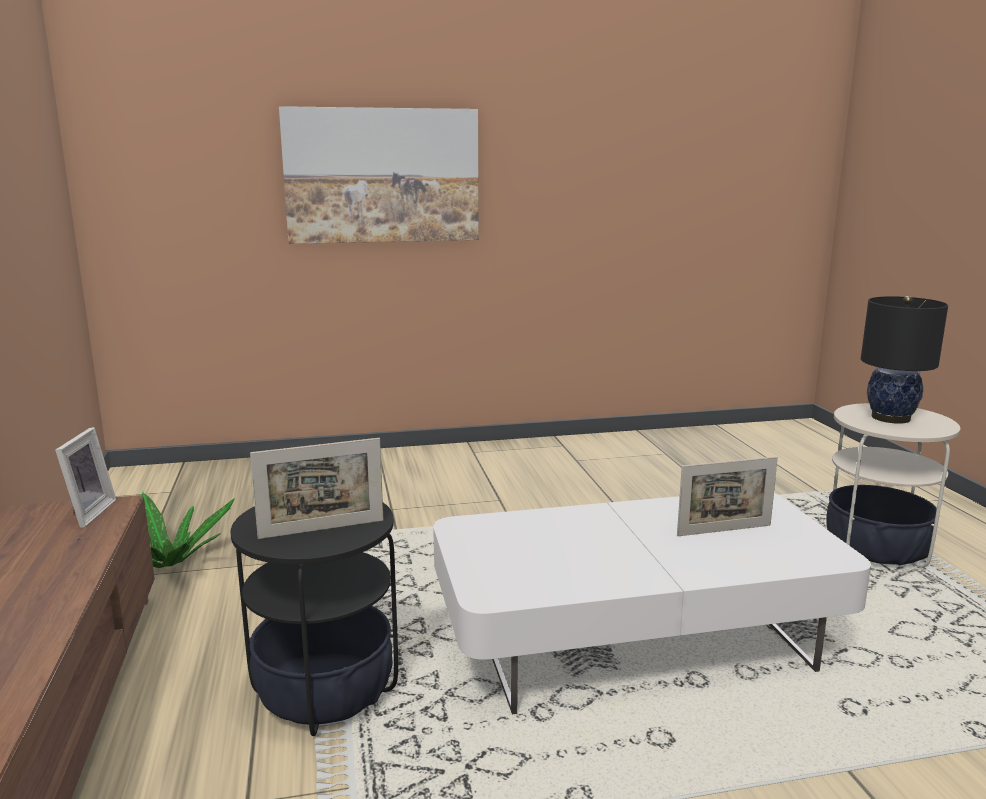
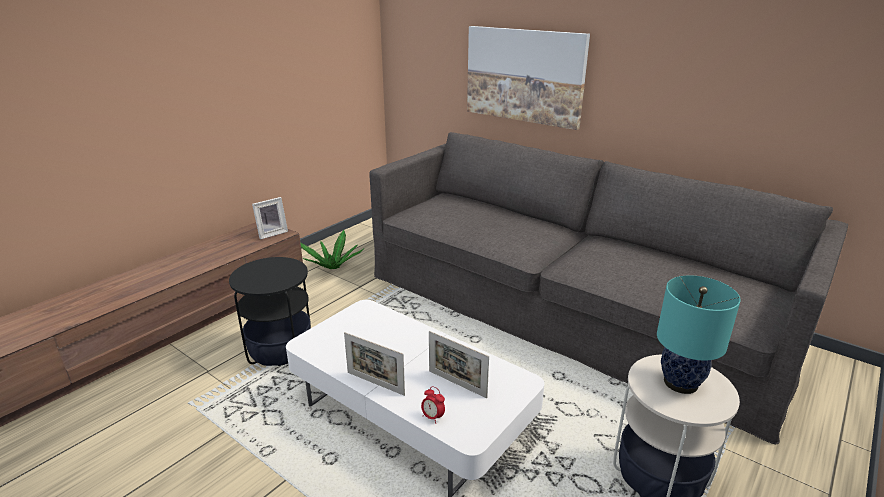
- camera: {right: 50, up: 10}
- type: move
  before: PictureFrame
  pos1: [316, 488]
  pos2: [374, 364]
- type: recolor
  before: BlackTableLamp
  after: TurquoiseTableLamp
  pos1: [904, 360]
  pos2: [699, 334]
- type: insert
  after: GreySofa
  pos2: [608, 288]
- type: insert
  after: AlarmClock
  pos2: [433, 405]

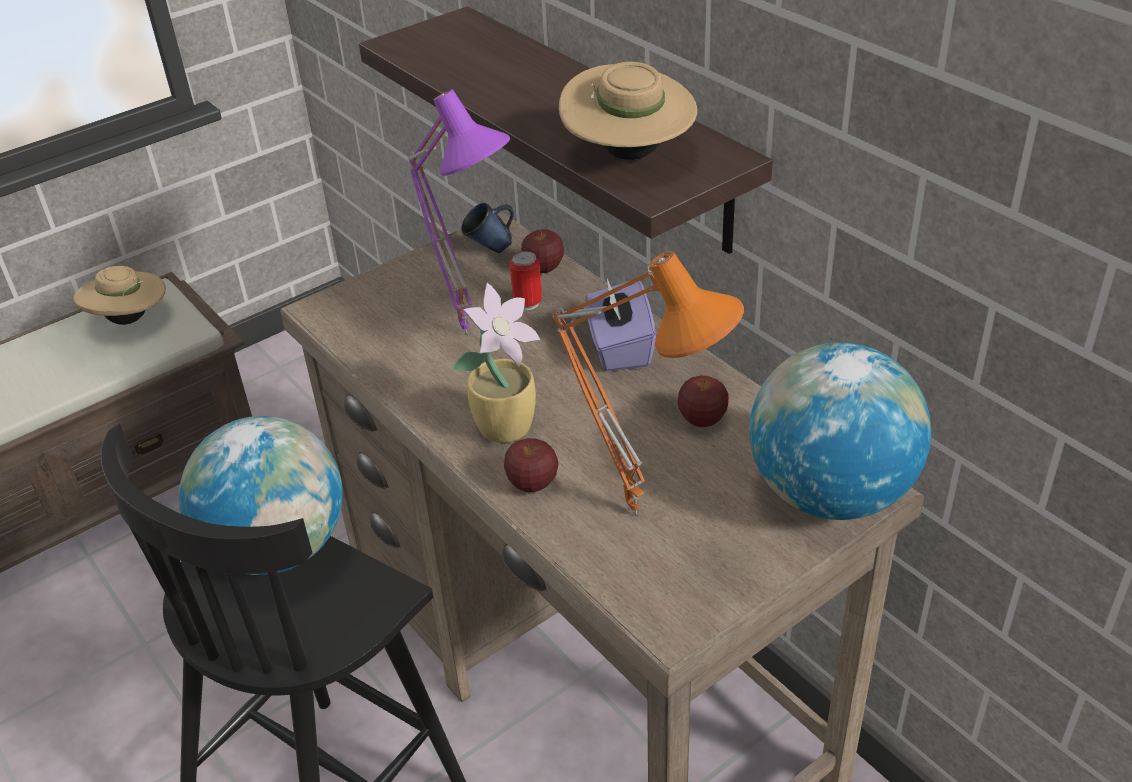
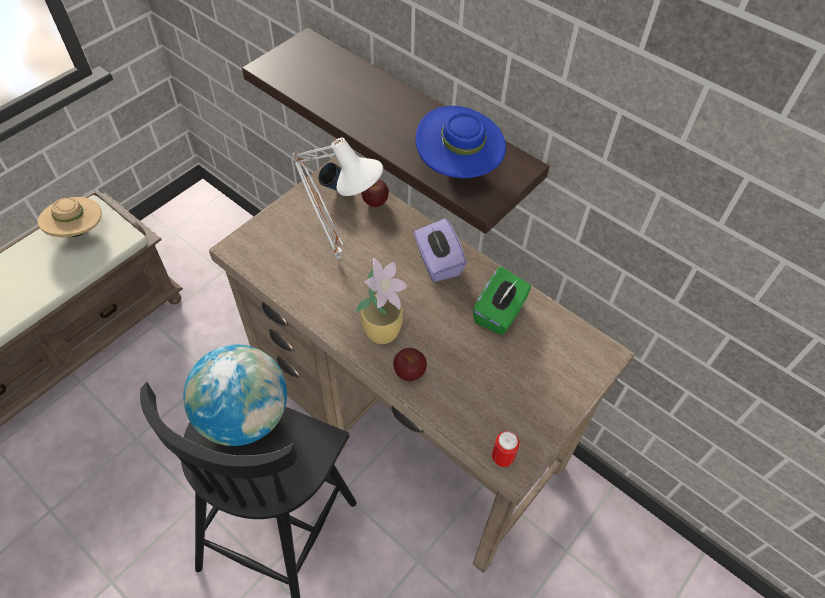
- camera: {right: -15, up: 15}
- type: recolor
  before: PurpleTableLamp
  after: WhiteTableLamp
  pos1: [459, 212]
  pos2: [337, 200]
- type: move
  before: Can
  pos1: [526, 280]
  pos2: [506, 449]
- type: delete
  before: OrangeTableLamp
  pos1: [648, 384]
- type: recolor
  before: BeigeHat
  after: BlueHat
  pos1: [628, 111]
  pos2: [461, 142]
- type: replace
  before: Apple
  after: GreenTissueBox
  pos1: [703, 401]
  pos2: [502, 301]
- type: delete
  before: Globe
  pos1: [840, 431]

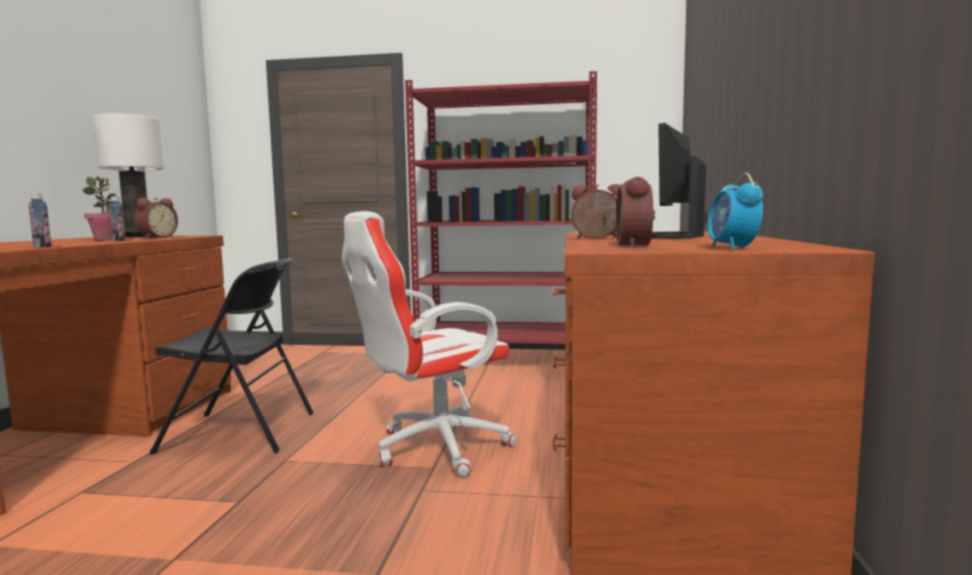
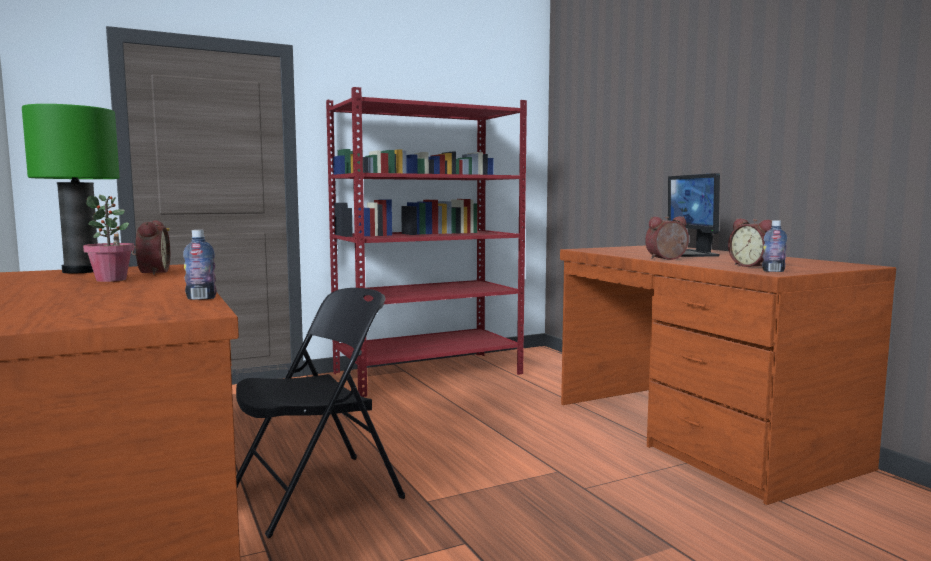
- camera: {right: -35, up: 0}
- type: recolor
  before: WhiteTableLamp
  after: GreenTableLamp
  pos1: [128, 175]
  pos2: [71, 188]
- type: move
  before: Bottle
  pos1: [117, 218]
  pos2: [774, 246]
- type: delete
  before: WhiteOfficeChair
  pos1: [429, 344]
- type: delete
  before: AlarmClock
  pos1: [735, 211]

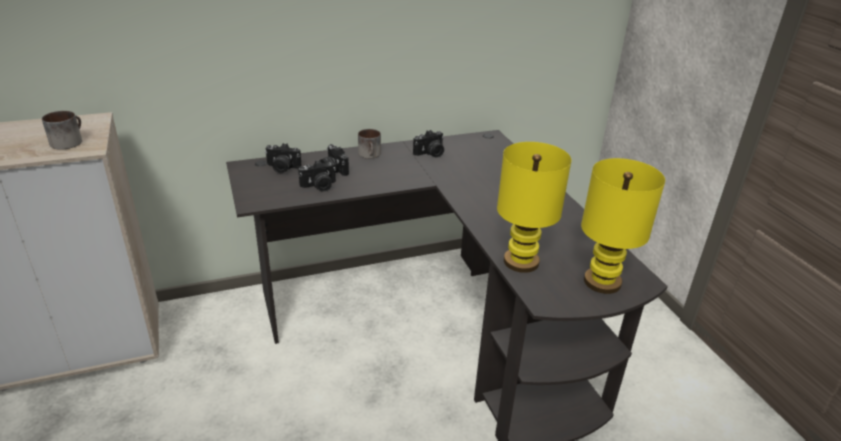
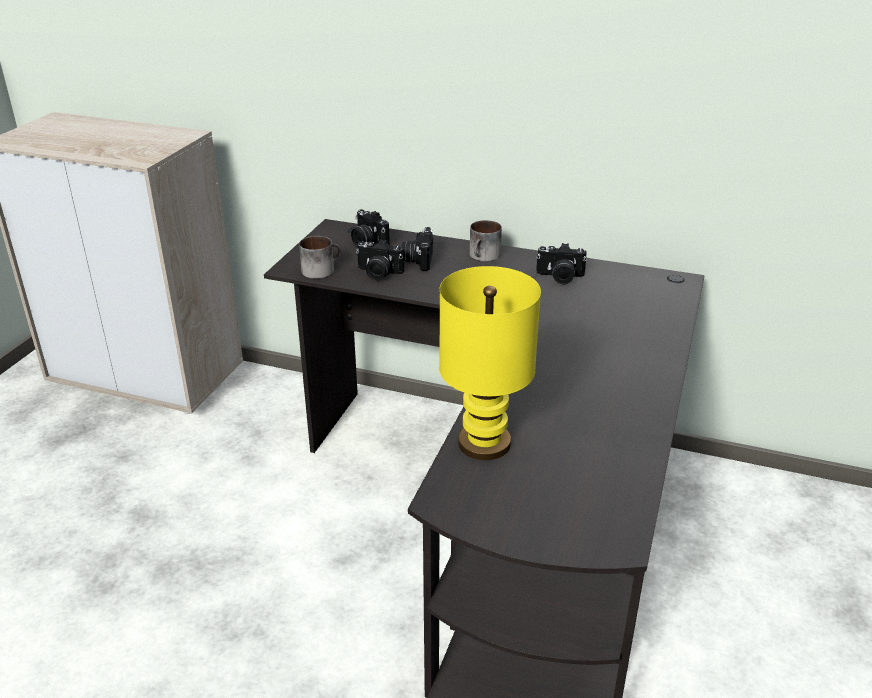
- camera: {right: 40, up: 0}
- type: move
  before: Mug
  pos1: [62, 130]
  pos2: [320, 257]
- type: delete
  before: YellowTableLamp
  pos1: [623, 226]

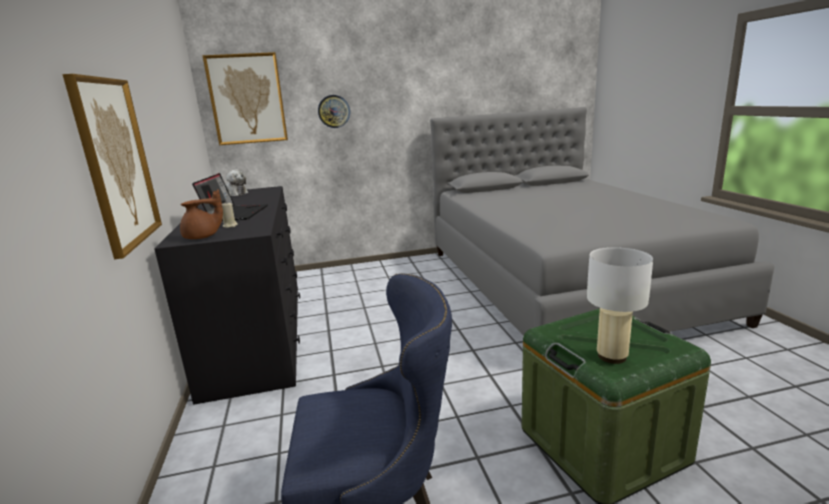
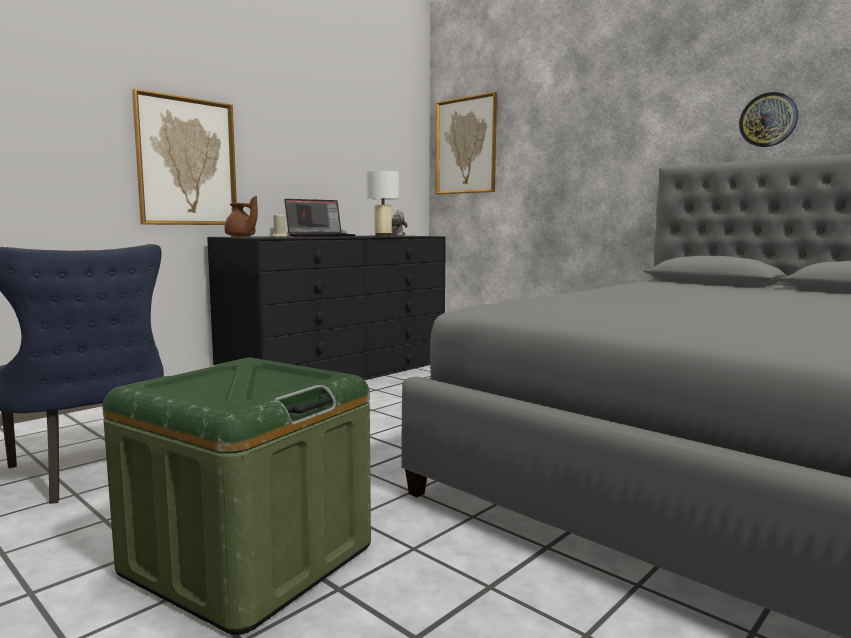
- camera: {right: 55, up: -10}
- type: move
  before: WallClock
  pos1: [334, 111]
  pos2: [768, 119]
- type: move
  before: WhiteTableLamp
  pos1: [620, 305]
  pos2: [383, 204]

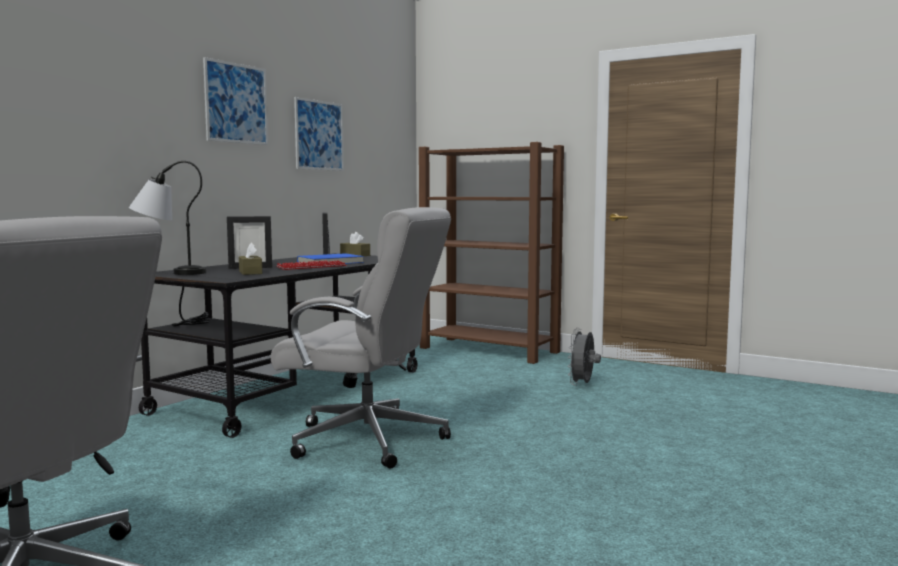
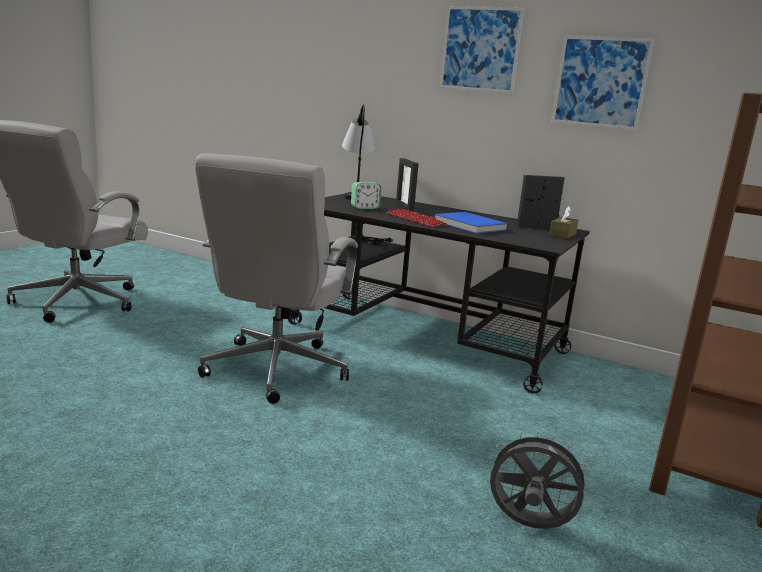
- camera: {right: 85, up: 10}
- type: replace
  before: BrownTissueBox
  after: AlarmClock
  pos1: [250, 259]
  pos2: [366, 195]

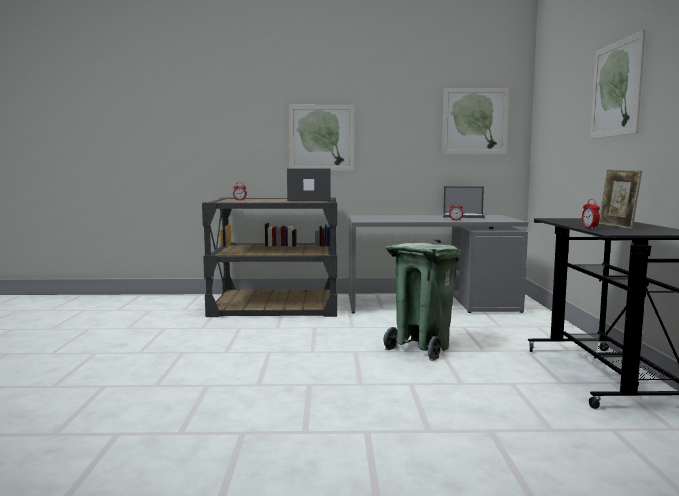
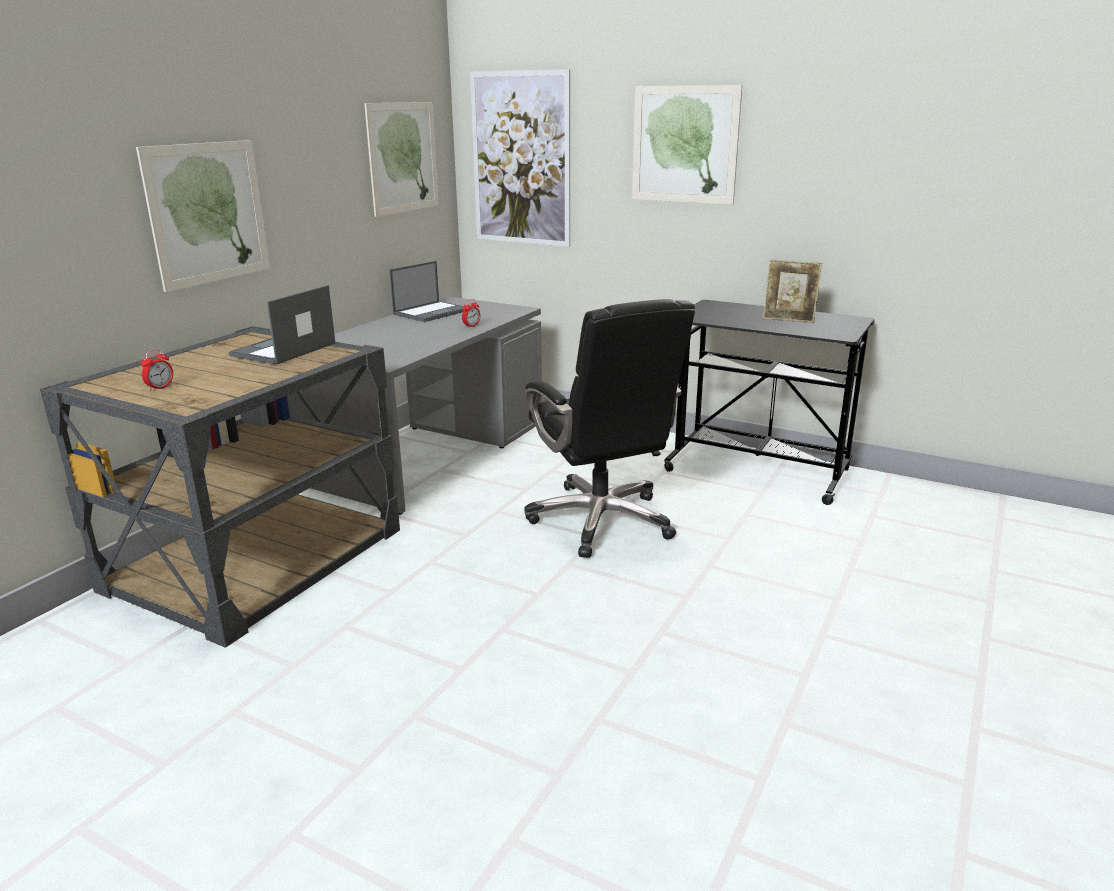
- camera: {right: -60, up: 15}
- type: replace
  before: GreenTrashCan
  after: BlackOfficeChair
  pos1: [421, 300]
  pos2: [609, 428]
- type: delete
  before: AlarmClock
  pos1: [591, 214]
- type: insert
  after: Picture
  pos2: [520, 158]

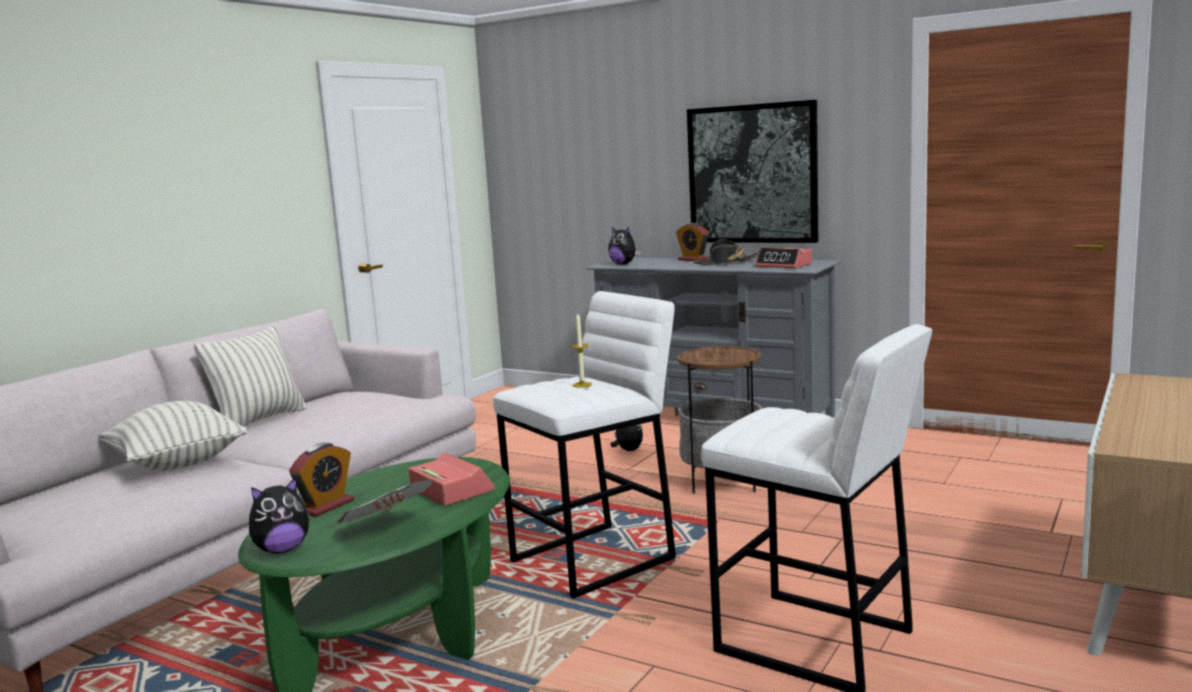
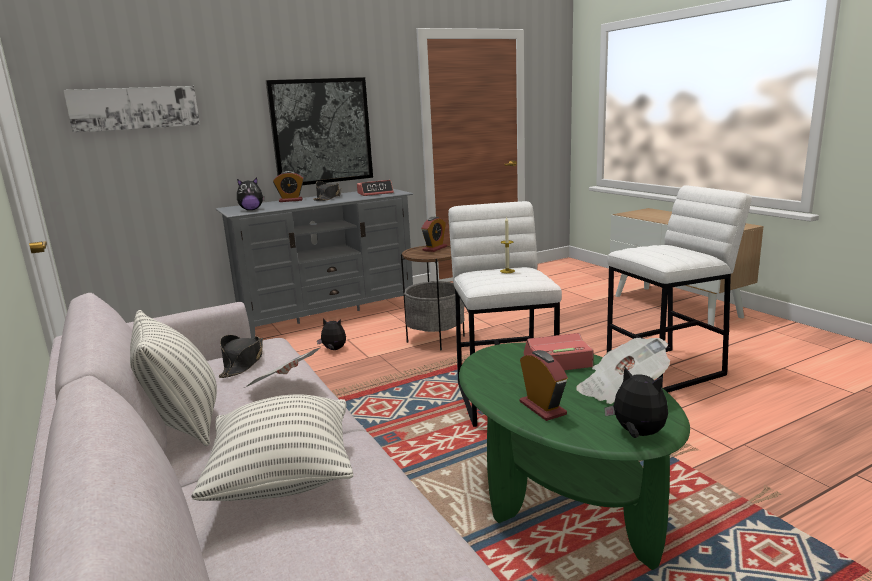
- camera: {right: -60, up: 5}
- type: rotate
  before: PlushToy
  pos1: [279, 515]
  pos2: [636, 402]
  turn: -45
- type: insert
  after: Picture
  pos2: [131, 109]
- type: insert
  after: BlackHat
  pos2: [241, 356]
- type: insert
  after: Newspaper
  pos2: [282, 368]
- type: insert
  after: AlarmClock
  pos2: [434, 234]

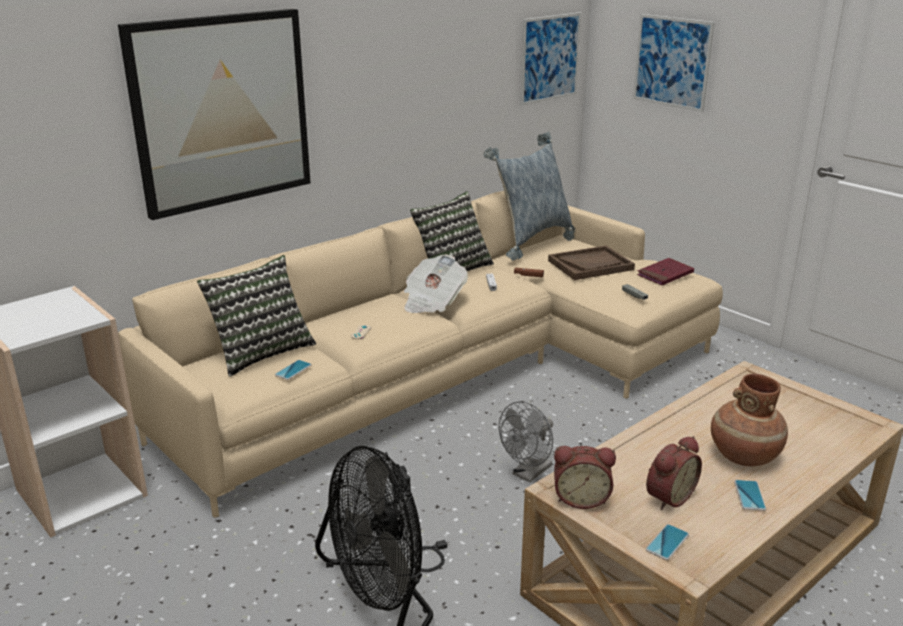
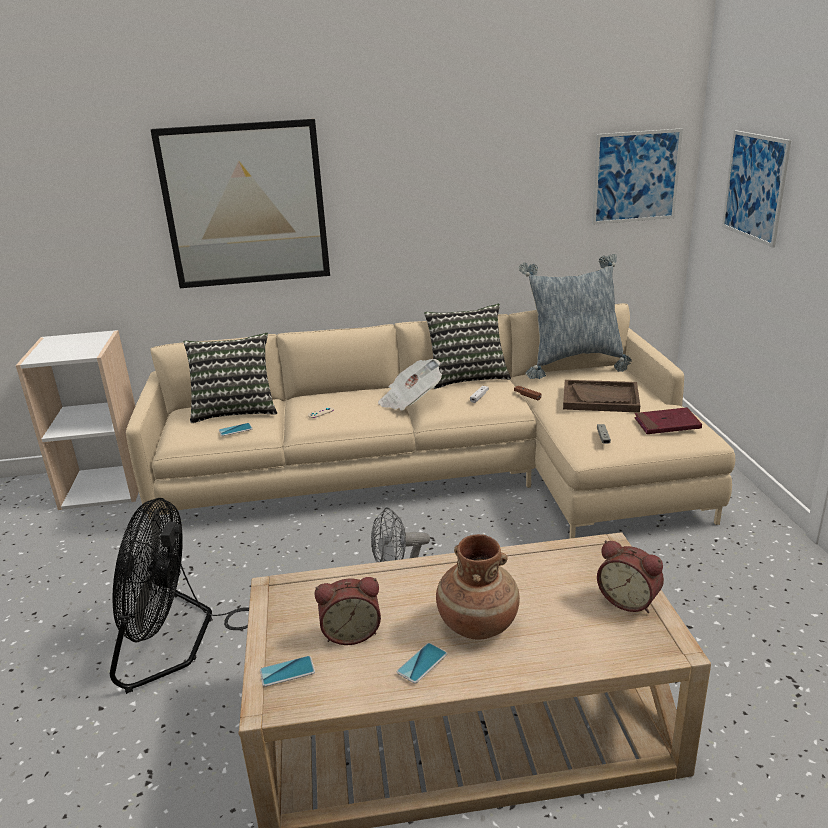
- camera: {right: 35, up: 0}
- type: move
  before: AlarmClock
  pos1: [585, 477]
  pos2: [630, 576]

